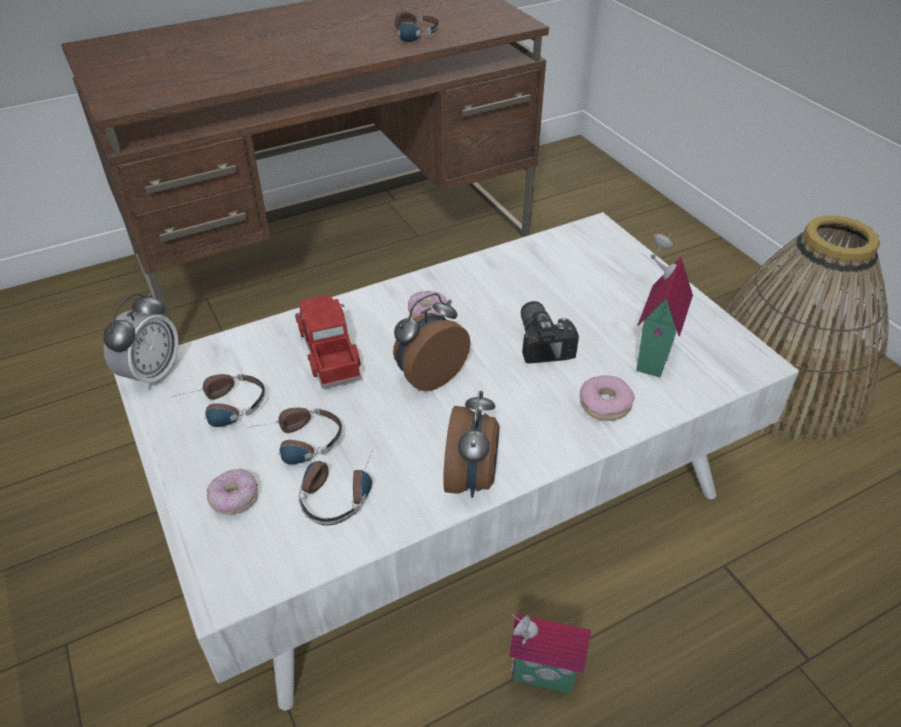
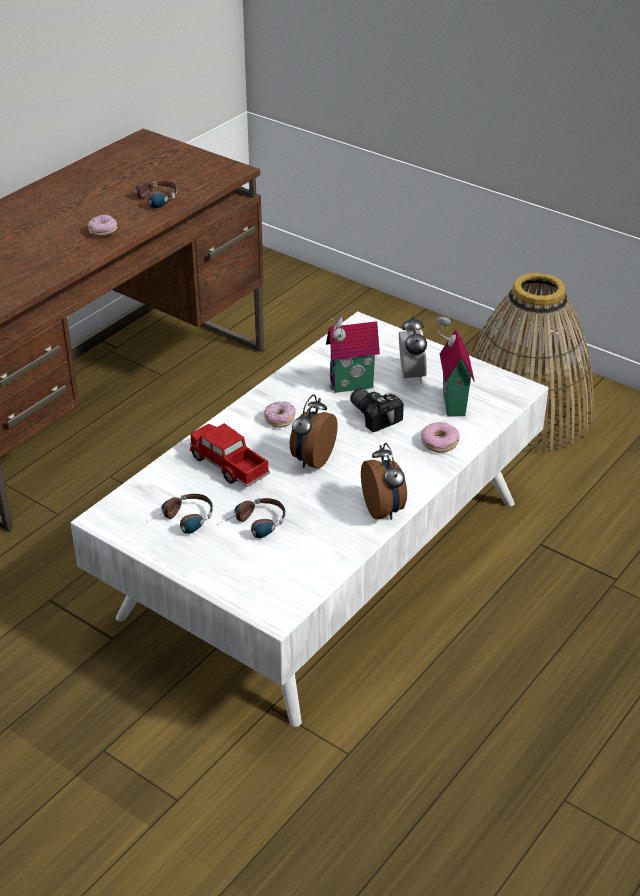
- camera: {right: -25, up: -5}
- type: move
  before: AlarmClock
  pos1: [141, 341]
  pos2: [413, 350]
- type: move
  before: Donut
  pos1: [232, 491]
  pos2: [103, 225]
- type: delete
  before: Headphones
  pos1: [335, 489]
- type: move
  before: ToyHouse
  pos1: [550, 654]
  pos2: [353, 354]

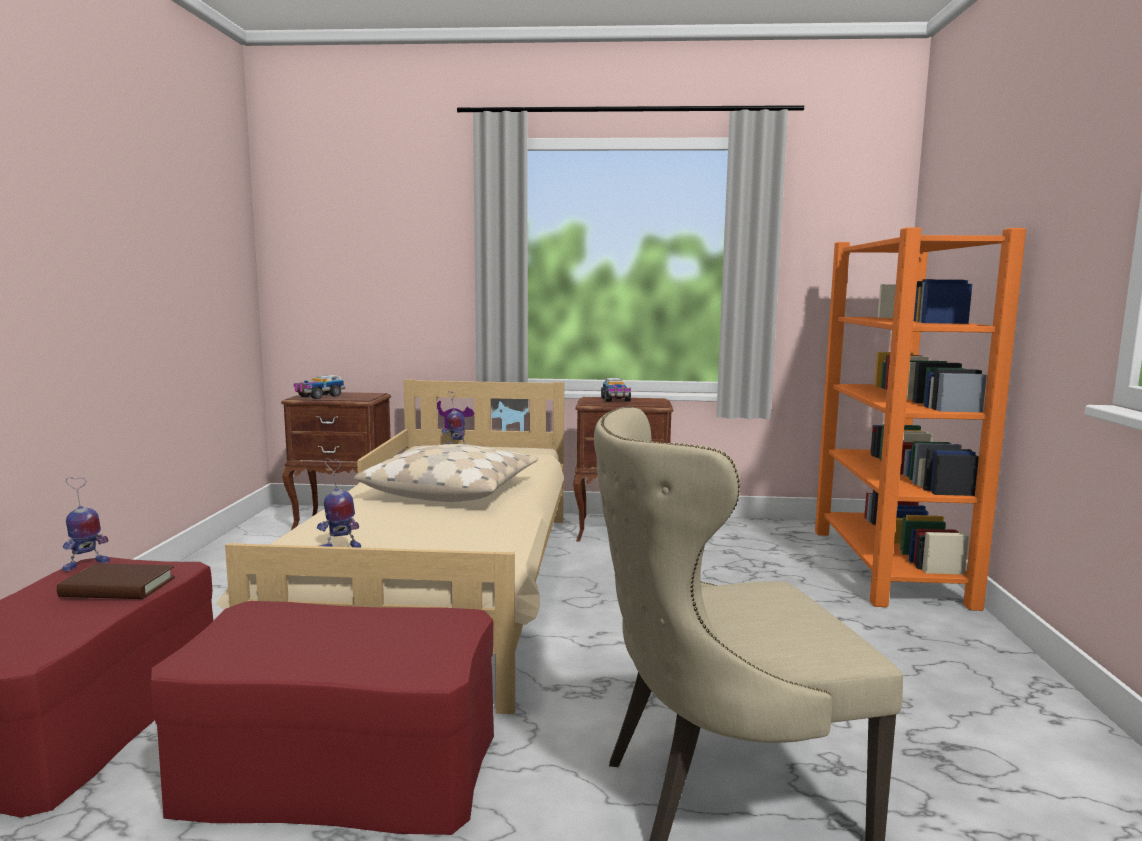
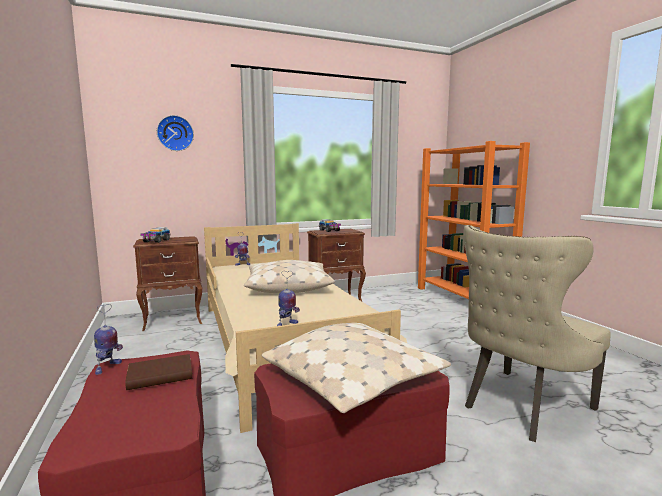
- camera: {right: -25, up: 0}
- type: insert
  after: WallClock
  pos2: [175, 133]
- type: insert
  after: BeigePillow
  pos2: [356, 368]

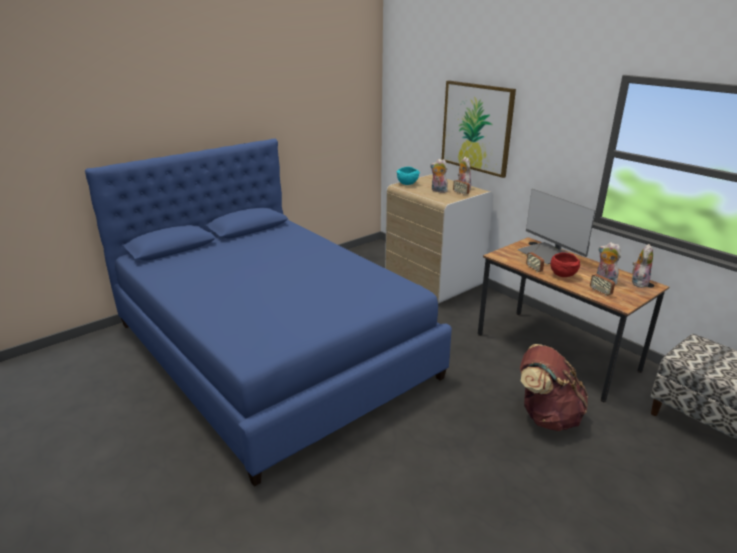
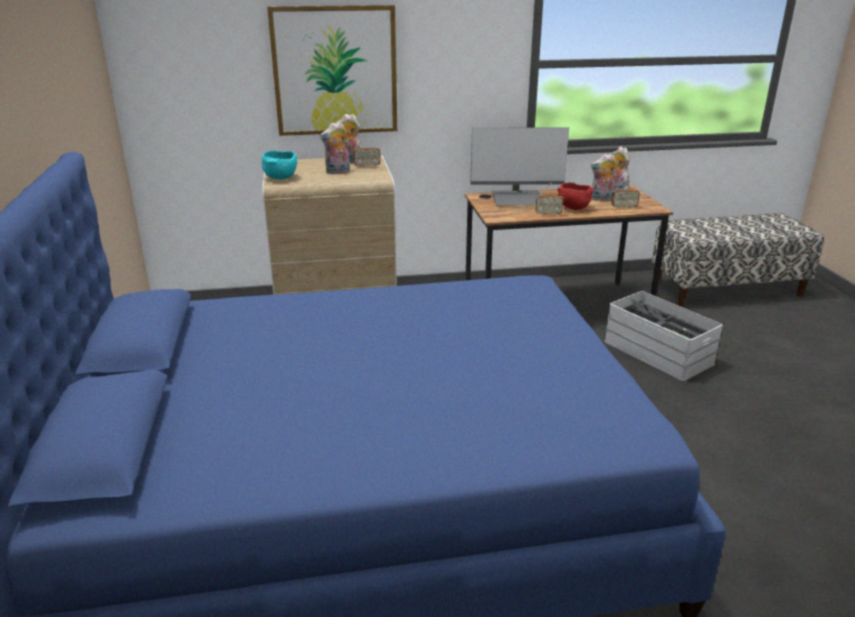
- camera: {right: -60, up: 0}
- type: replace
  before: BrownBackpack
  after: GreyStorageBox
  pos1: [554, 387]
  pos2: [663, 336]

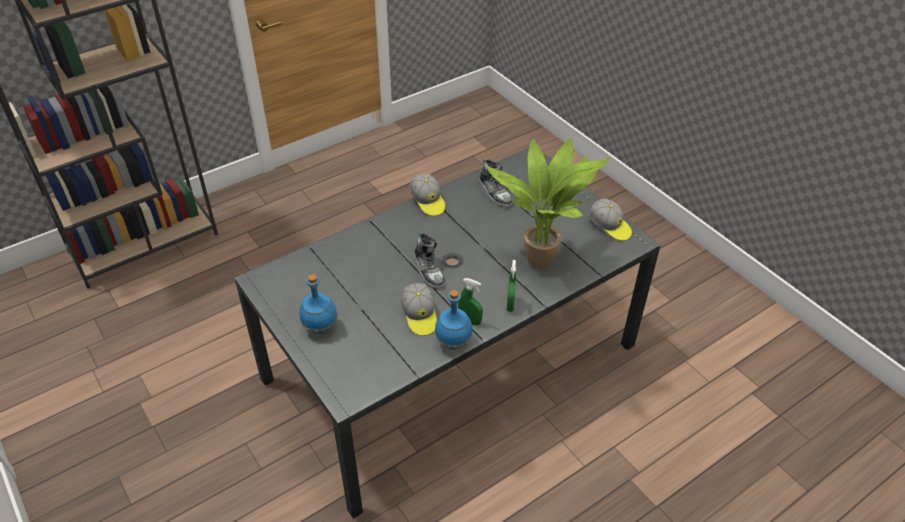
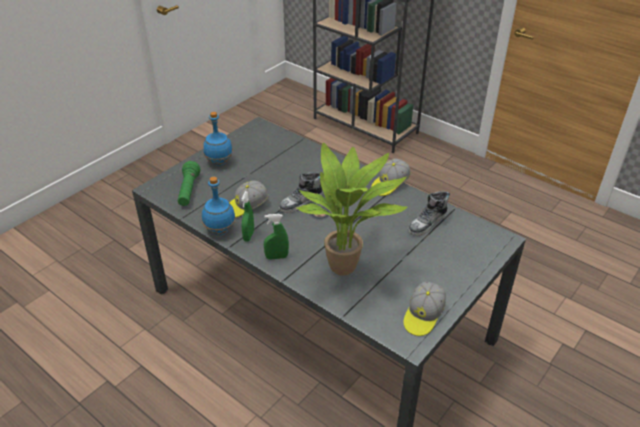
- camera: {right: 75, up: -5}
- type: insert
  after: GreenFlashlight
  pos2: [189, 183]

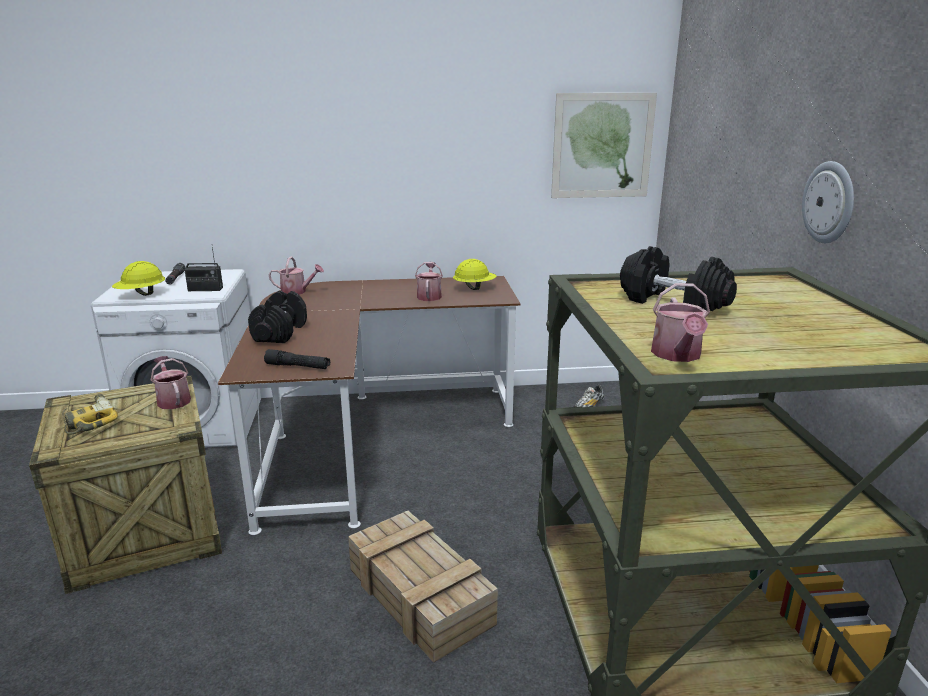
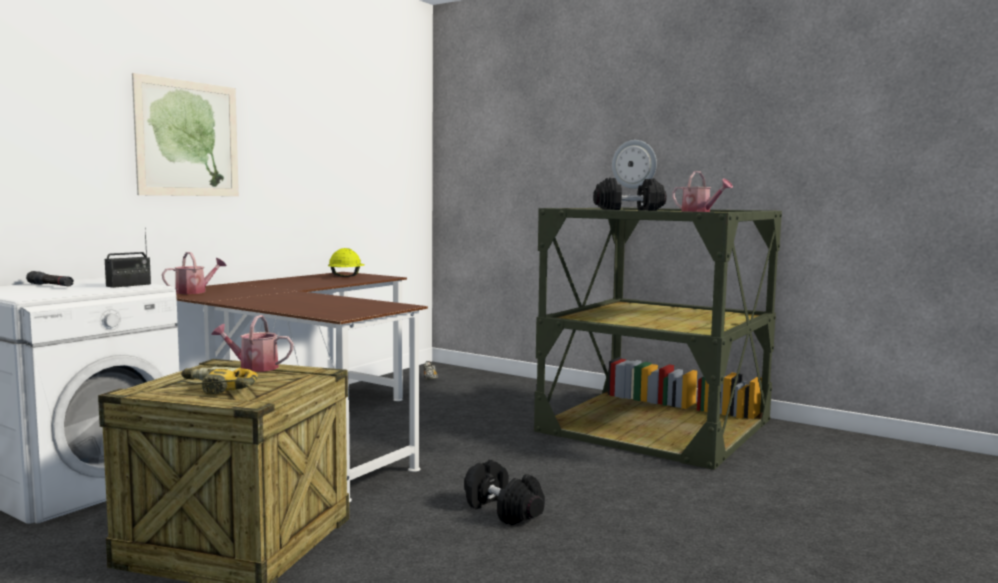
- camera: {right: -50, up: -15}
- type: delete
  before: YellowHardHat
  pos1: [138, 278]
- type: move
  before: BlackDumbbell
  pos1: [277, 317]
  pos2: [504, 492]
- type: delete
  before: BlackFlashlight
  pos1: [297, 359]
- type: delete
  before: Crate
  pos1: [423, 587]
- type: delete
  before: WateringCan
  pos1: [429, 281]
- type: move
  before: Picture
  pos1: [604, 145]
  pos2: [185, 134]

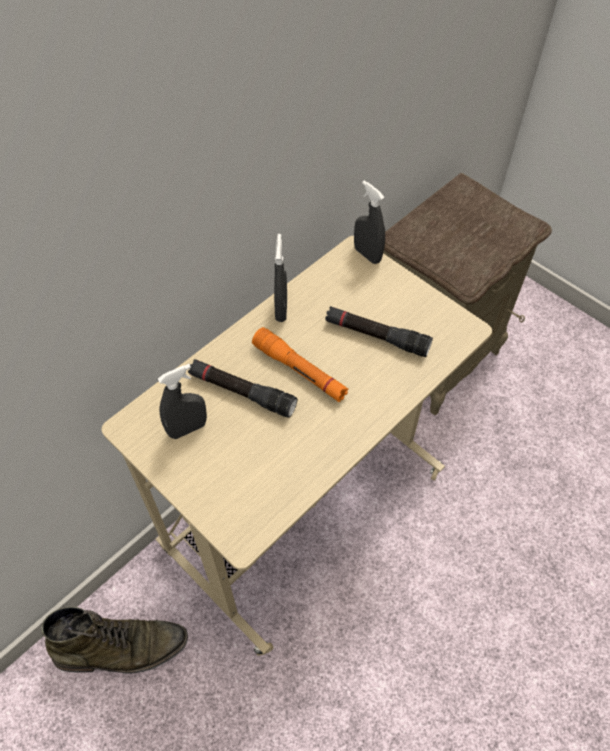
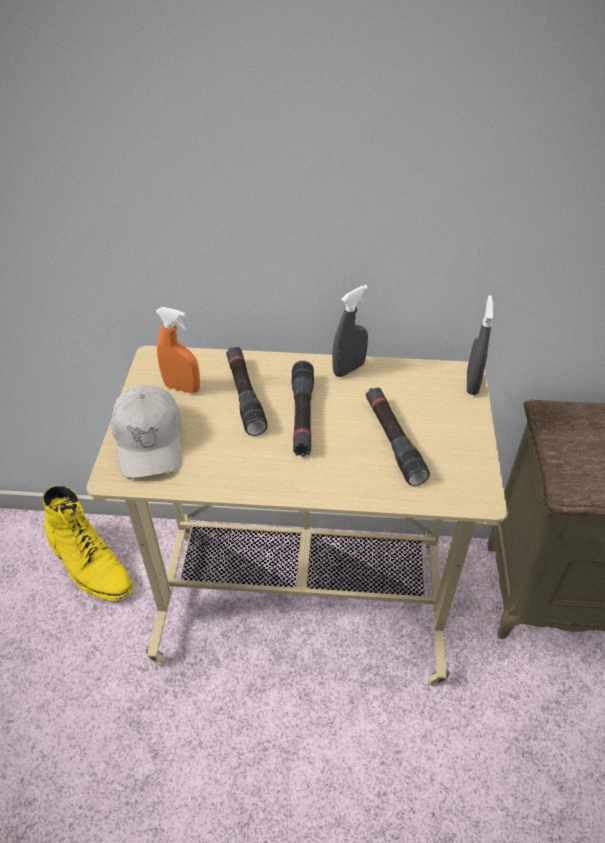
- camera: {right: 50, up: -10}
- type: recolor
  before: GreenBoot
  after: YellowBoot
  pos1: [114, 640]
  pos2: [88, 543]
- type: recolor
  before: GreySprayBottle
  after: OrangeSprayBottle
  pos1: [182, 401]
  pos2: [178, 350]
- type: recolor
  before: OrangeFlashlight
  after: BlackFlashlight
  pos1: [300, 364]
  pos2: [303, 409]
- type: insert
  after: WhiteCap
  pos2: [146, 431]

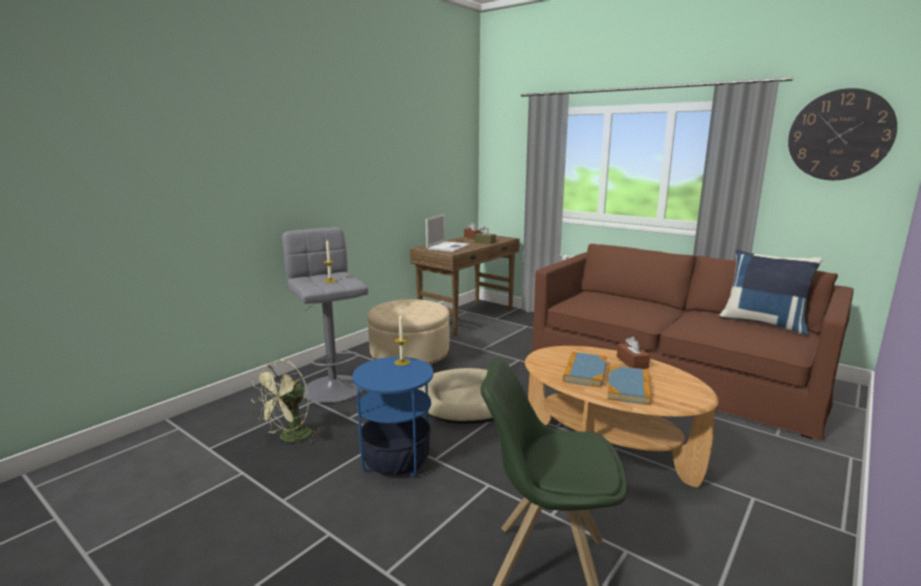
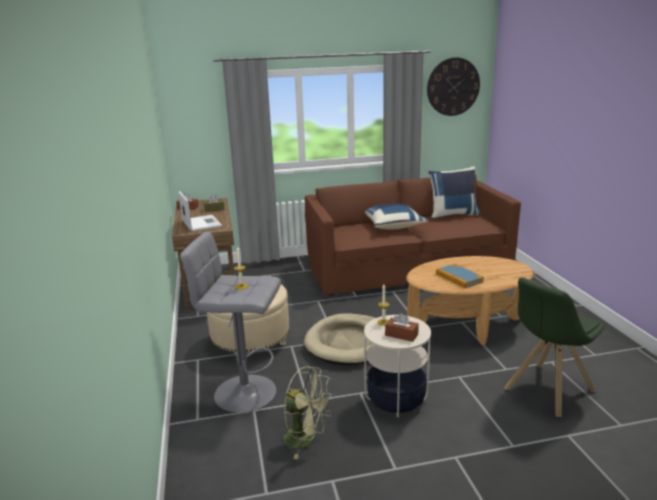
- camera: {right: -50, up: 5}
- type: rotate
  before: GreenFan
  pos1: [286, 402]
  pos2: [308, 412]
  turn: -45
- type: recolor
  before: BlueSideTable
  after: BeigeSideTable
  pos1: [392, 416]
  pos2: [397, 366]
- type: delete
  before: Book
  pos1: [629, 385]
- type: move
  before: BrownTissueBox
  pos1: [633, 353]
  pos2: [402, 327]
- type: insert
  after: BluePillow
  pos2: [396, 216]

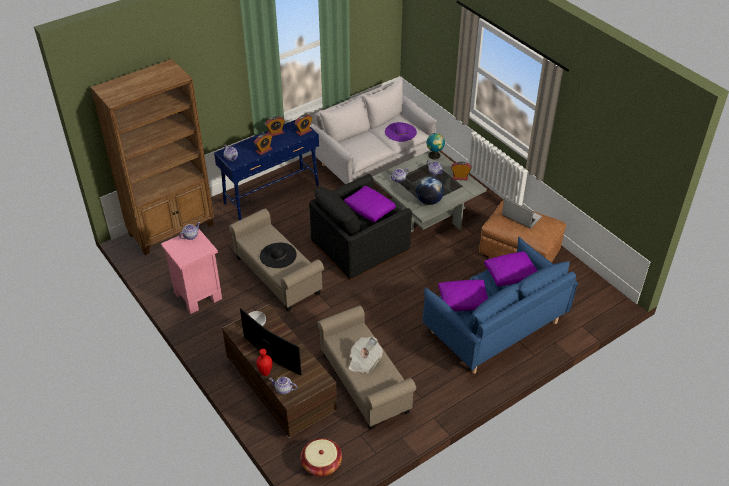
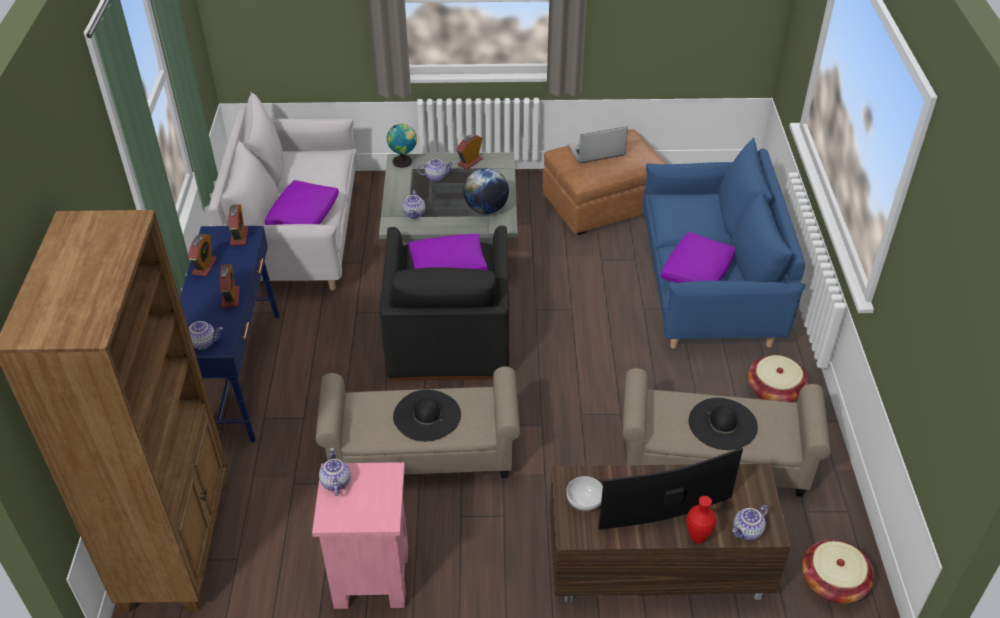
- camera: {right: -55, up: 0}
- type: replace
  before: Newspaper
  after: BlackHat
  pos1: [366, 355]
  pos2: [723, 424]
- type: delete
  before: PurpleHat
  pos1: [401, 132]
- type: move
  before: PurplePillow
  pos1: [511, 268]
  pos2: [302, 202]
- type: insert
  after: Basket
  pos2: [778, 378]

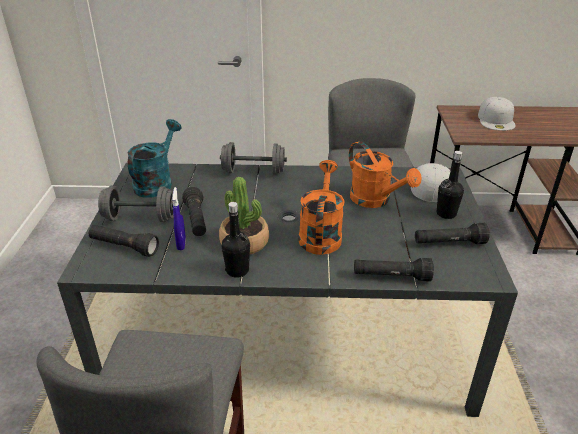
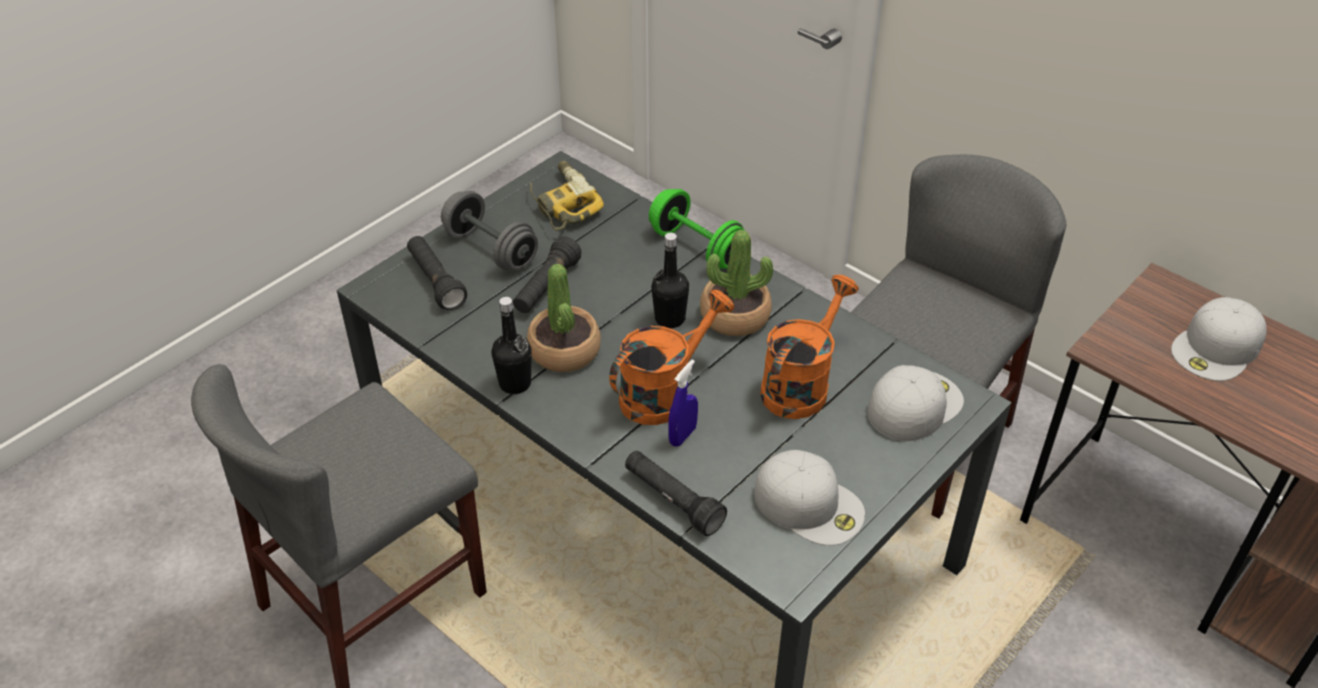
- camera: {right: 40, up: 10}
- type: replace
  before: TurquoiseWateringCan
  after: PowerDrill
  pos1: [155, 158]
  pos2: [567, 196]
- type: move
  before: BlueSprayBottle
  pos1: [179, 218]
  pos2: [683, 403]
- type: recolor
  before: GreyDumbbell
  after: GreenDumbbell
  pos1: [253, 158]
  pos2: [697, 229]
- type: rotate
  before: OrangeWateringCan
  pos1: [385, 174]
  pos2: [809, 347]
  turn: -150
- type: replace
  before: BlackFlashlight
  after: WhiteCap
  pos1: [452, 233]
  pos2: [809, 498]
- type: move
  before: BlackBottle
  pos1: [450, 185]
  pos2: [670, 280]
- type: insert
  after: PottedPlant
  pos2: [736, 283]

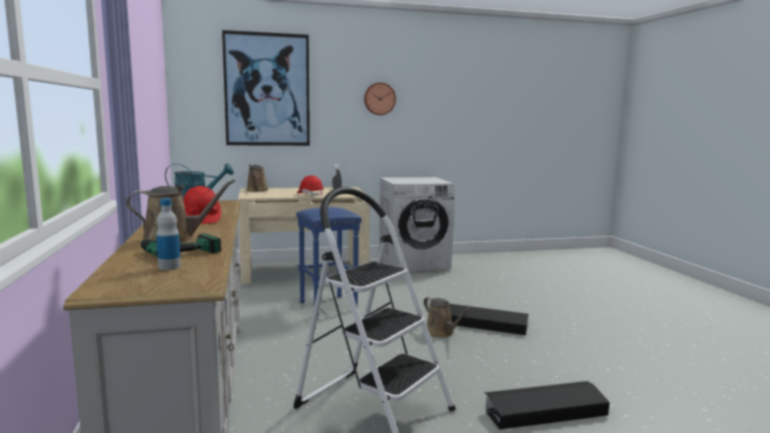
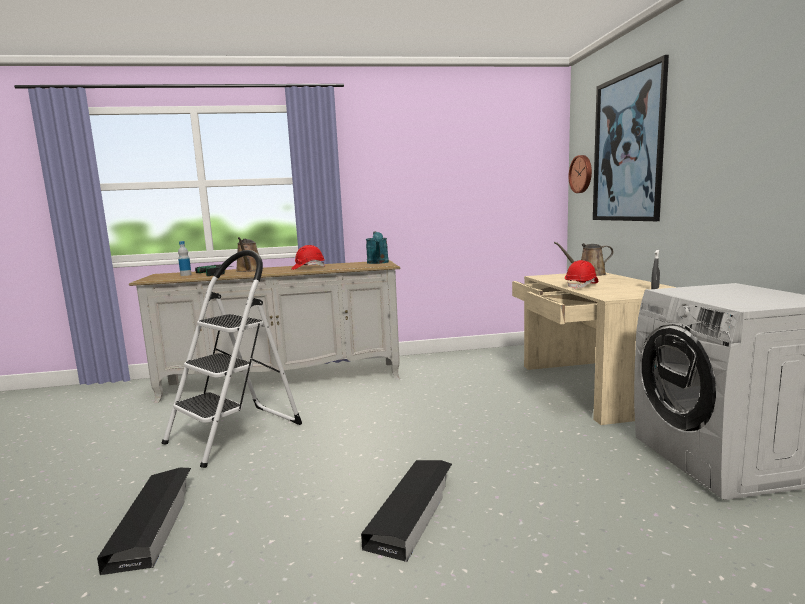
- camera: {right: 95, up: 0}
- type: delete
  before: BlueStool
  pos1: [329, 261]
- type: move
  before: WallClock
  pos1: [380, 99]
  pos2: [580, 174]
- type: delete
  before: BrownWateringCan
  pos1: [448, 317]

